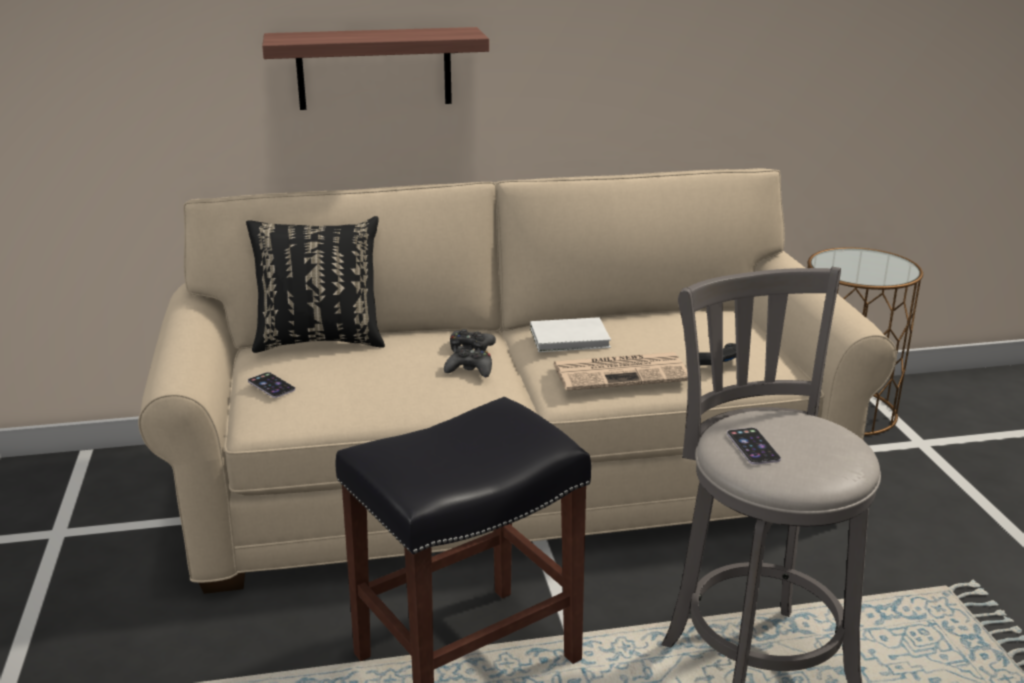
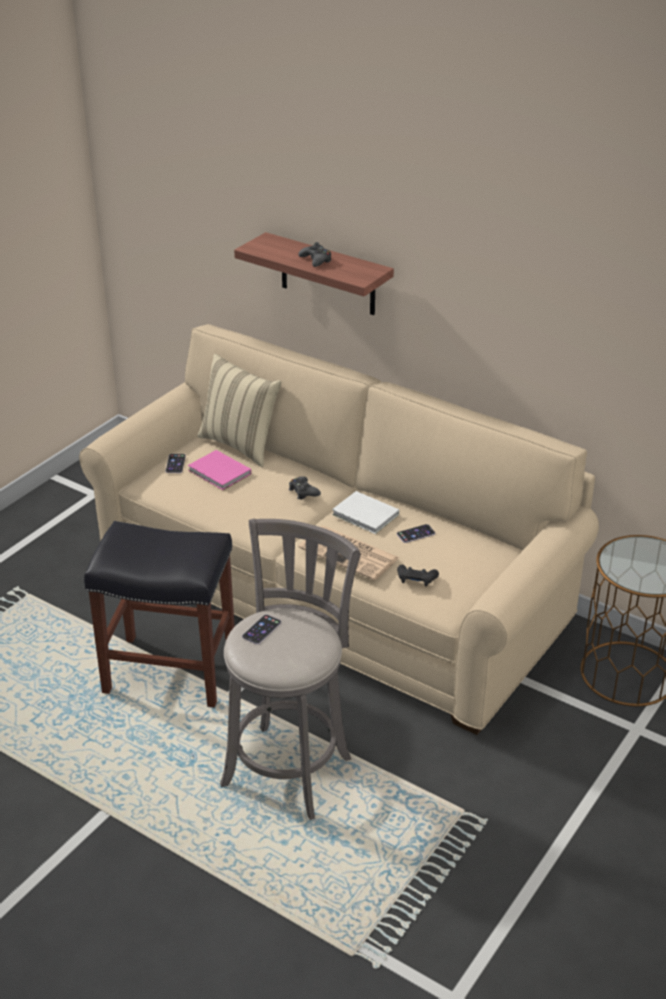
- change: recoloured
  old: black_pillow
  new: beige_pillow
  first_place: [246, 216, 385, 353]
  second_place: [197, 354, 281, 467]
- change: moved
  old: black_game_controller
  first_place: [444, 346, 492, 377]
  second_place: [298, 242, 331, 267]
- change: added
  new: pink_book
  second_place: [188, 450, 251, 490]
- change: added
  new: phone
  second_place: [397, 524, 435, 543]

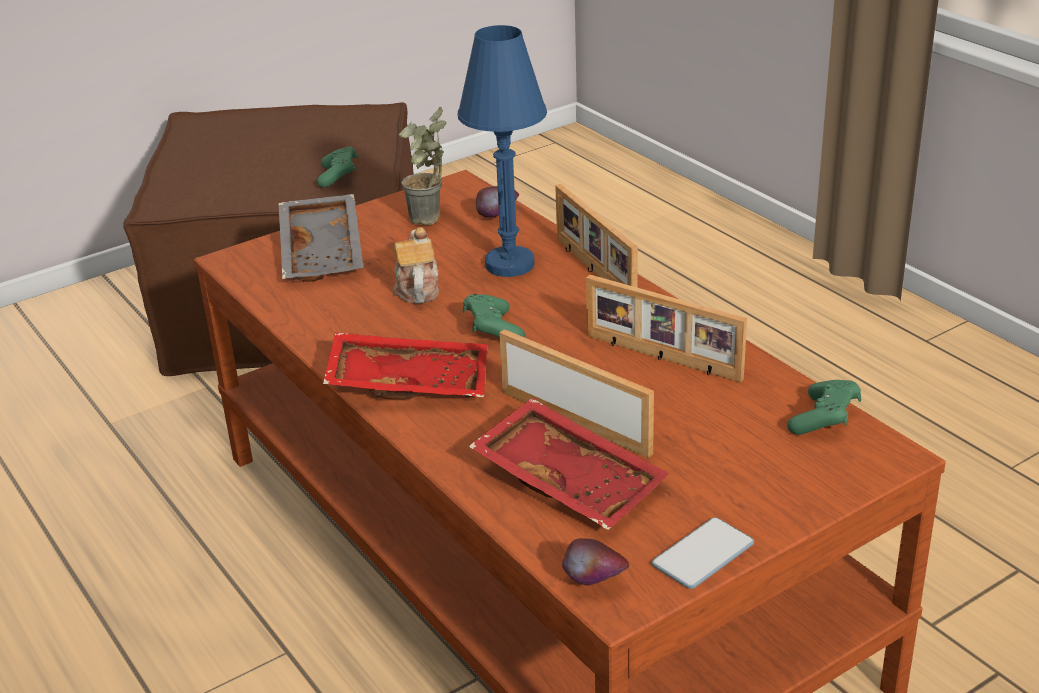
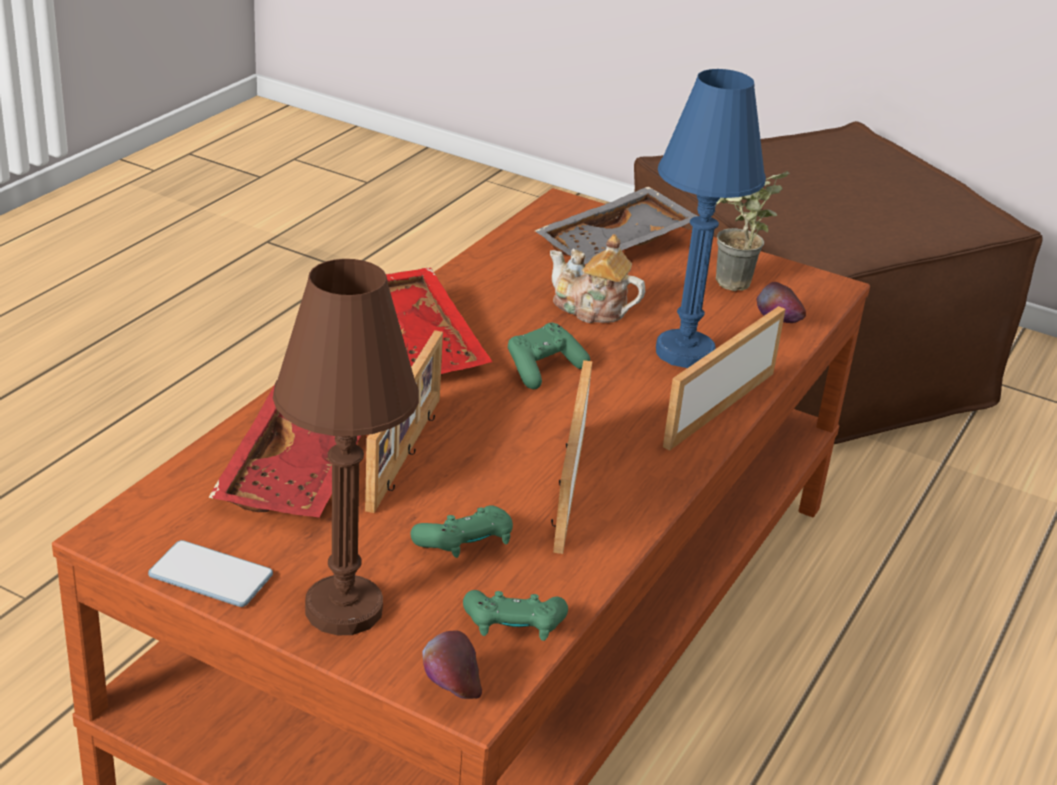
- change: moved
  old: green_game_controller
  first_place: [317, 147, 358, 188]
  second_place: [410, 505, 513, 558]
- change: turned
  old: teapot
  first_place: [393, 227, 439, 303]
  second_place: [550, 234, 645, 323]
  degrees: -120
- change: moved
  old: apple
  first_place: [562, 538, 629, 586]
  second_place: [422, 630, 482, 699]
- change: added
  new: brown_table_lamp
  second_place: [273, 259, 419, 635]

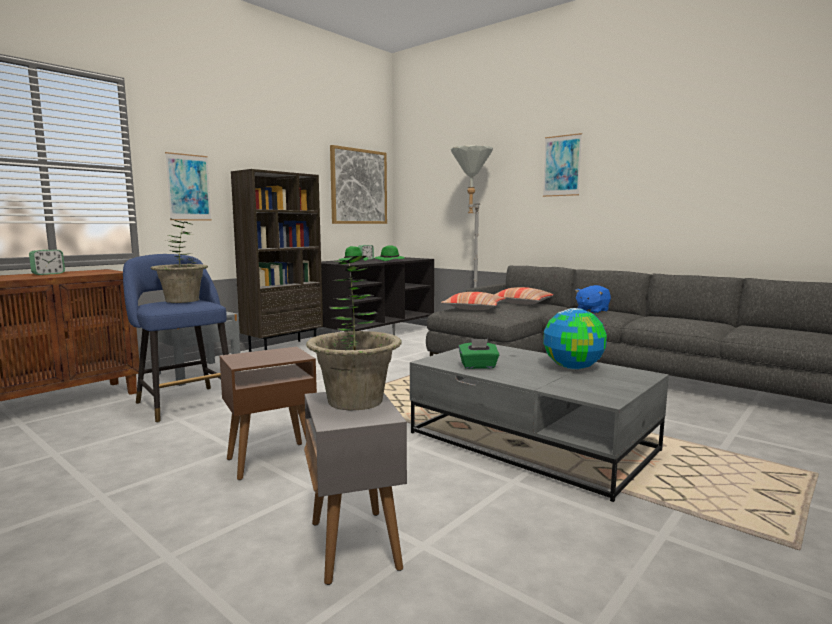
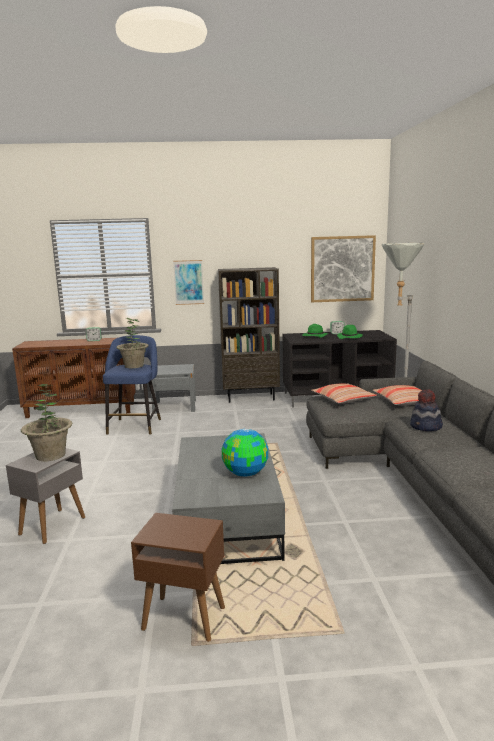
- change: moved
  old: brown_side_table
  first_place: [219, 347, 317, 480]
  second_place: [131, 513, 225, 642]
- change: removed
  old: green_tissue_box
  first_place: [458, 339, 499, 369]
- change: removed
  old: picture
  first_place: [543, 133, 582, 197]
- change: replaced
  old: blue_plush_toy
  new: hat
  first_place: [575, 285, 611, 314]
  second_place: [410, 390, 443, 431]

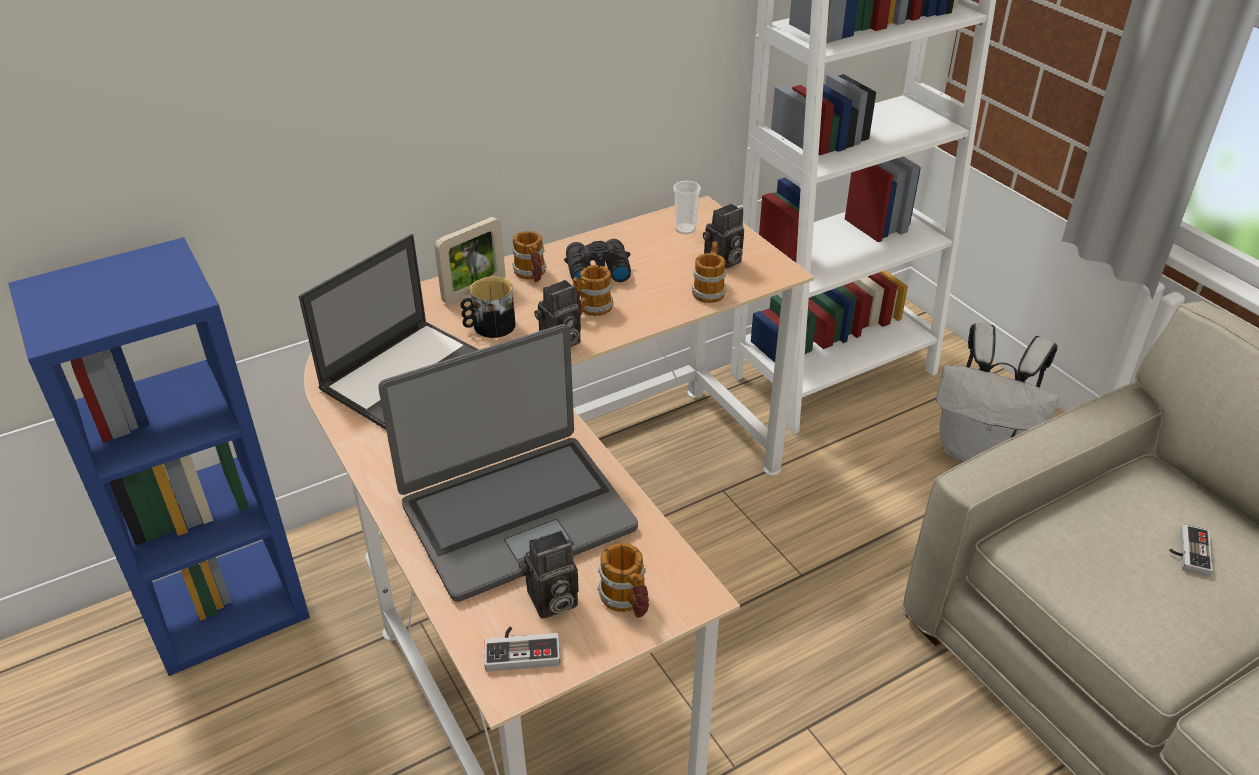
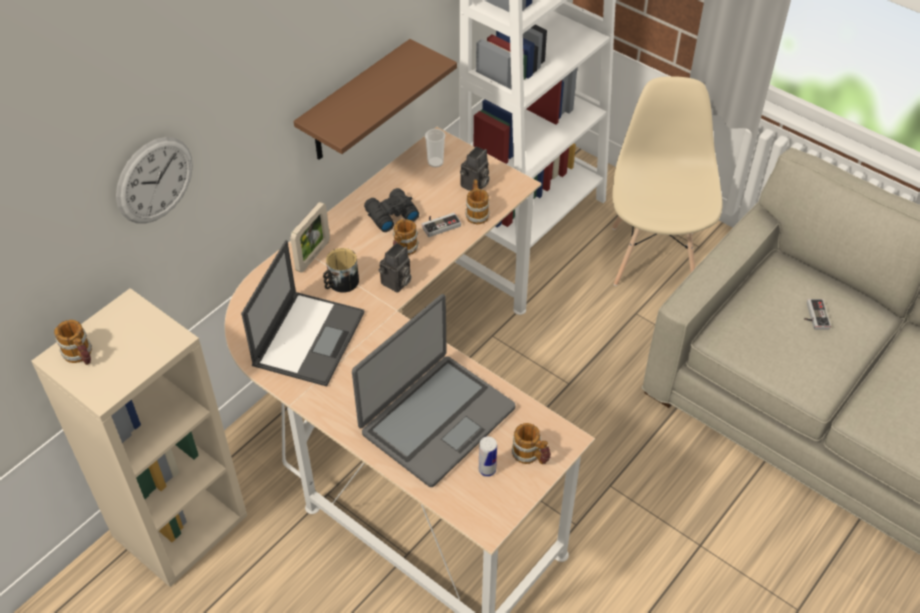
- change: recoloured
  old: blue_bookcase
  new: beige_bookcase
  first_place: [8, 237, 310, 676]
  second_place: [32, 288, 247, 587]
- change: moved
  old: game_controller
  first_place: [484, 627, 560, 672]
  second_place: [422, 212, 461, 237]
- change: moved
  old: mug
  first_place: [512, 231, 547, 282]
  second_place: [54, 320, 92, 365]
- change: replaced
  old: photo_camera
  new: can
  first_place: [519, 530, 579, 619]
  second_place: [479, 436, 497, 477]
- change: replaced
  old: white_backpack
  new: beige_chair
  first_place: [936, 323, 1059, 462]
  second_place: [612, 76, 723, 286]
- change: added
  new: wall_clock
  second_place: [116, 137, 193, 223]
- change: added
  new: brown_shelf
  second_place: [294, 39, 457, 160]

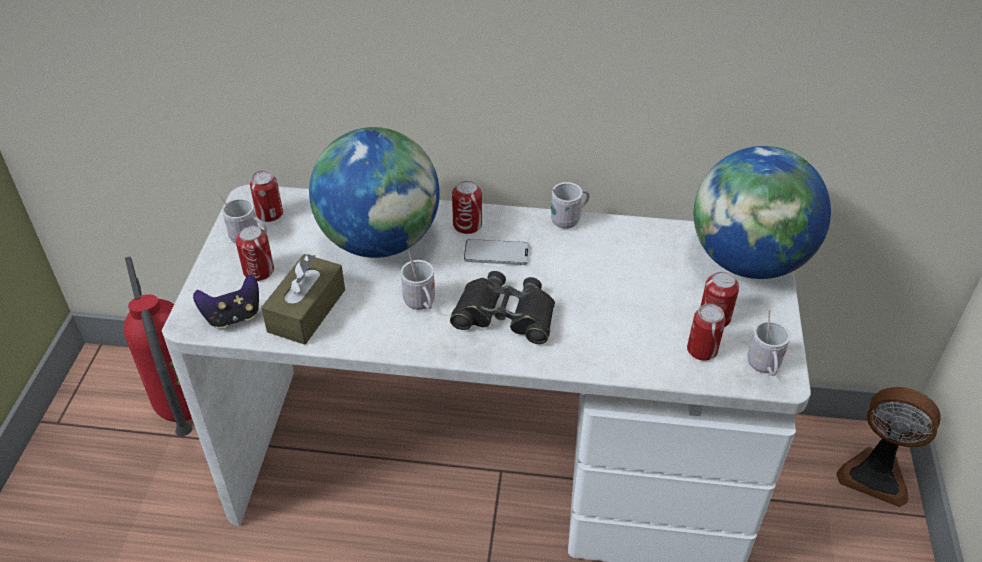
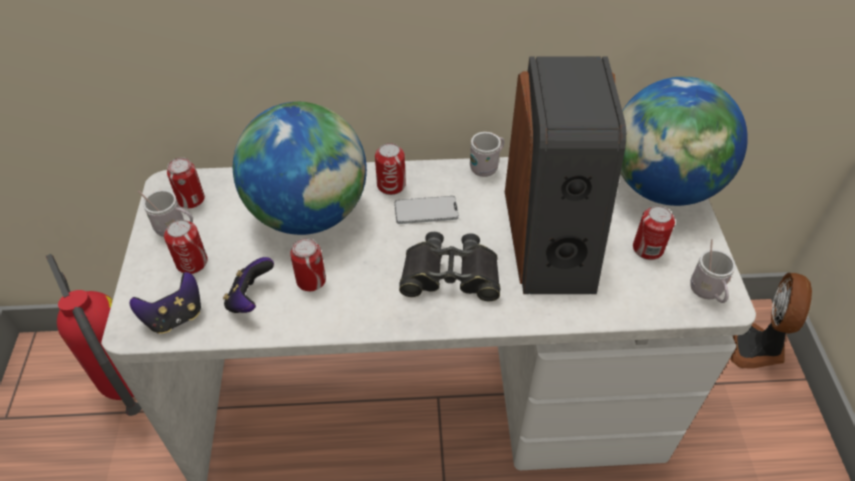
- change: replaced
  old: brown_tissue_box
  new: game_controller
  first_place: [261, 254, 345, 345]
  second_place: [223, 257, 274, 313]
- change: removed
  old: white_mug
  first_place: [401, 251, 435, 310]
- change: moved
  old: can
  first_place: [687, 304, 725, 361]
  second_place: [290, 238, 326, 291]
- change: turned
  old: fan
  first_place: [836, 387, 941, 507]
  second_place: [731, 273, 812, 369]
  degrees: 90
- change: added
  new: speaker
  second_place: [505, 56, 626, 294]

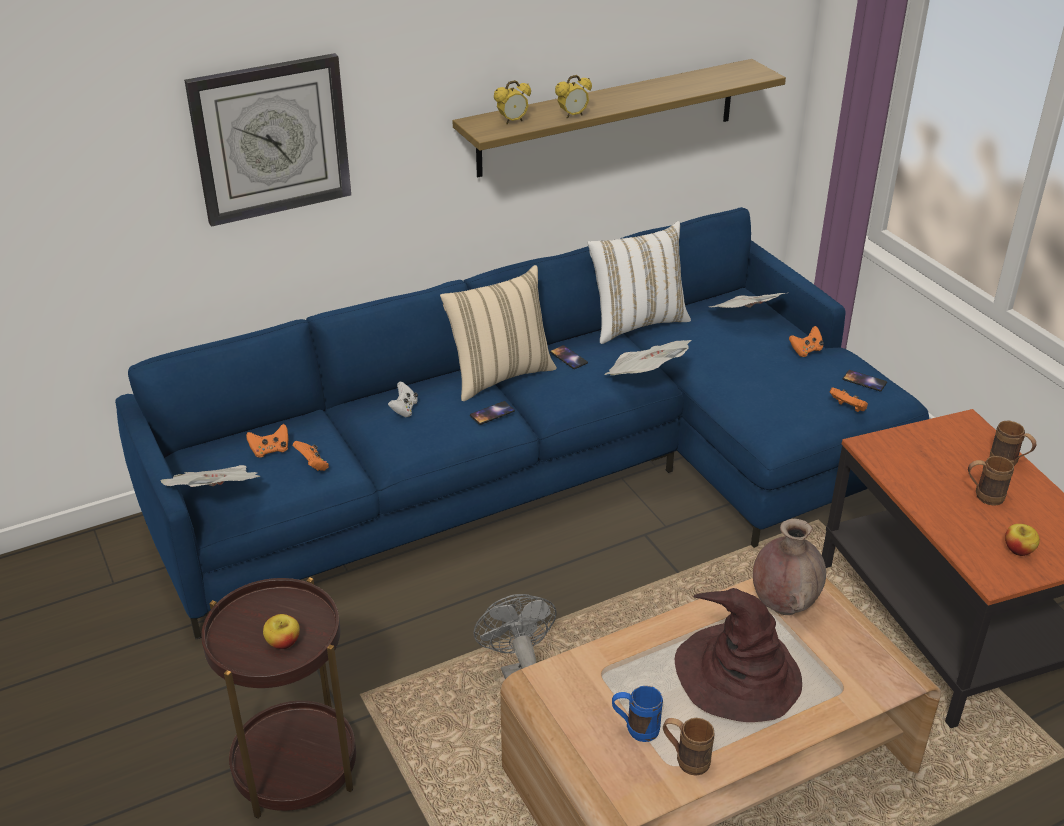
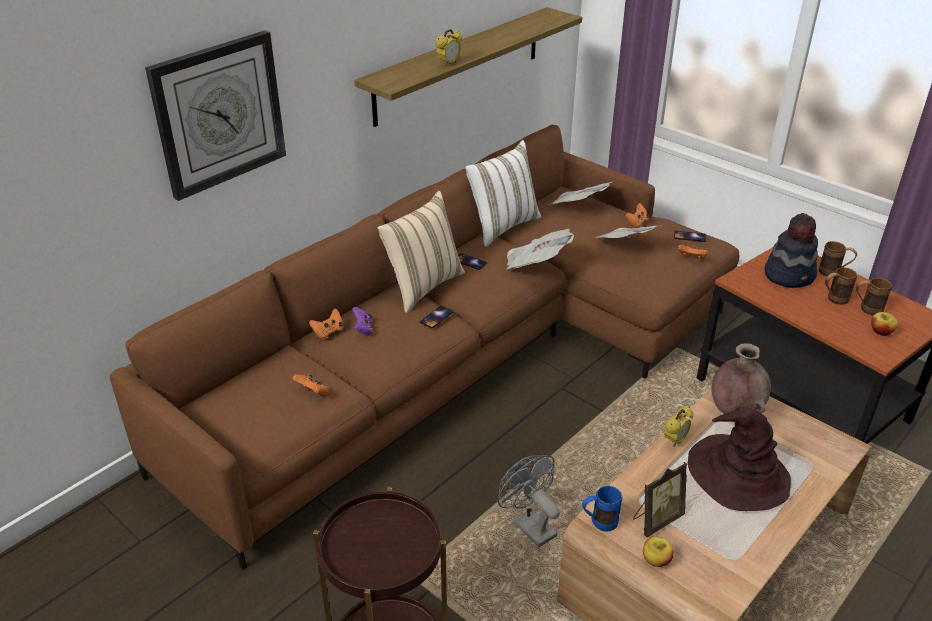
- change: recoloured
  old: blue_sofa
  new: brown_sofa
  first_place: [115, 207, 929, 639]
  second_place: [110, 125, 739, 570]
- change: moved
  old: newspaper
  first_place: [161, 465, 261, 487]
  second_place: [596, 226, 657, 238]
- change: moved
  old: orange_game_controller
  first_place: [246, 424, 288, 458]
  second_place: [309, 309, 343, 339]
- change: moved
  old: apple
  first_place: [263, 614, 300, 649]
  second_place: [643, 537, 674, 567]
- change: recoloured
  old: white_game_controller
  new: purple_game_controller
  first_place: [388, 382, 418, 417]
  second_place: [352, 307, 373, 336]
- change: moved
  old: alarm_clock
  first_place: [494, 80, 531, 124]
  second_place: [664, 407, 694, 447]
- change: moved
  old: blue_mug
  first_place: [612, 686, 663, 742]
  second_place: [582, 486, 622, 532]
- change: moved
  old: brown_mug
  first_place: [663, 718, 715, 776]
  second_place: [856, 278, 892, 315]
- change: added
  new: picture_frame
  second_place: [633, 462, 687, 537]
- change: added
  new: hat
  second_place: [764, 213, 818, 288]

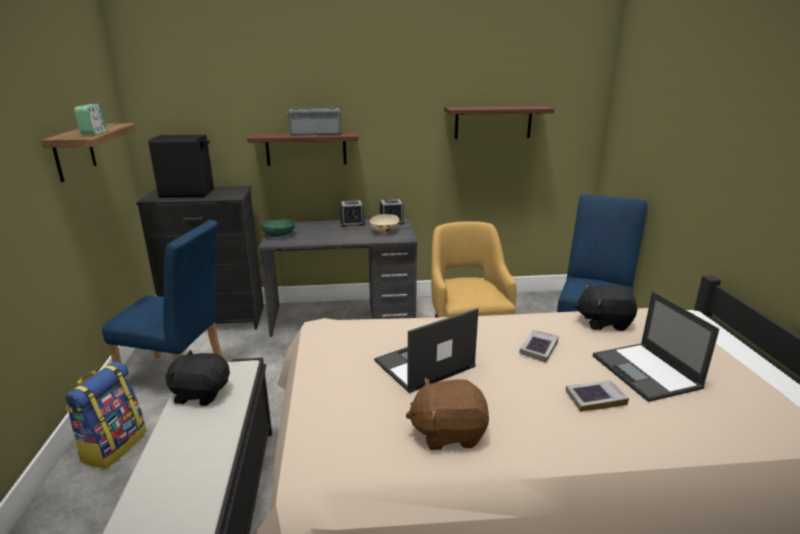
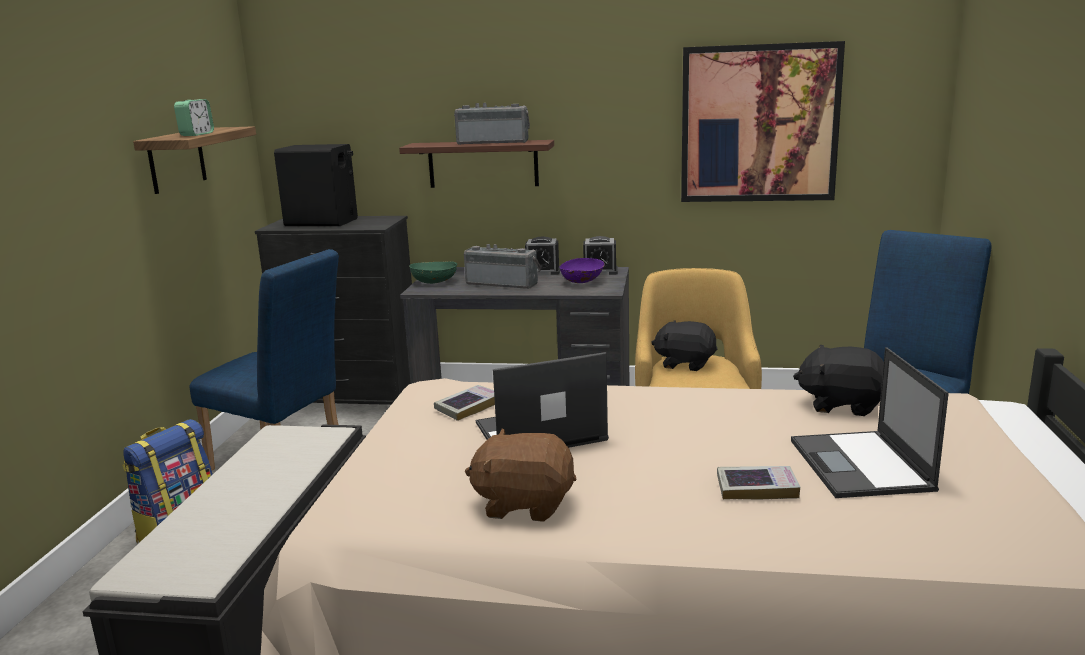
- change: moved
  old: black_plush_toy
  first_place: [165, 350, 230, 406]
  second_place: [651, 320, 717, 371]
- change: recoloured
  old: beige_bowl
  new: purple_bowl
  first_place: [370, 214, 399, 233]
  second_place: [560, 258, 605, 283]
- change: replaced
  old: shelf
  new: picture
  first_place: [444, 106, 554, 139]
  second_place: [681, 41, 845, 202]
- change: moved
  old: book
  first_place: [519, 330, 559, 363]
  second_place: [434, 385, 495, 421]
- change: added
  new: radio
  second_place: [464, 244, 541, 289]

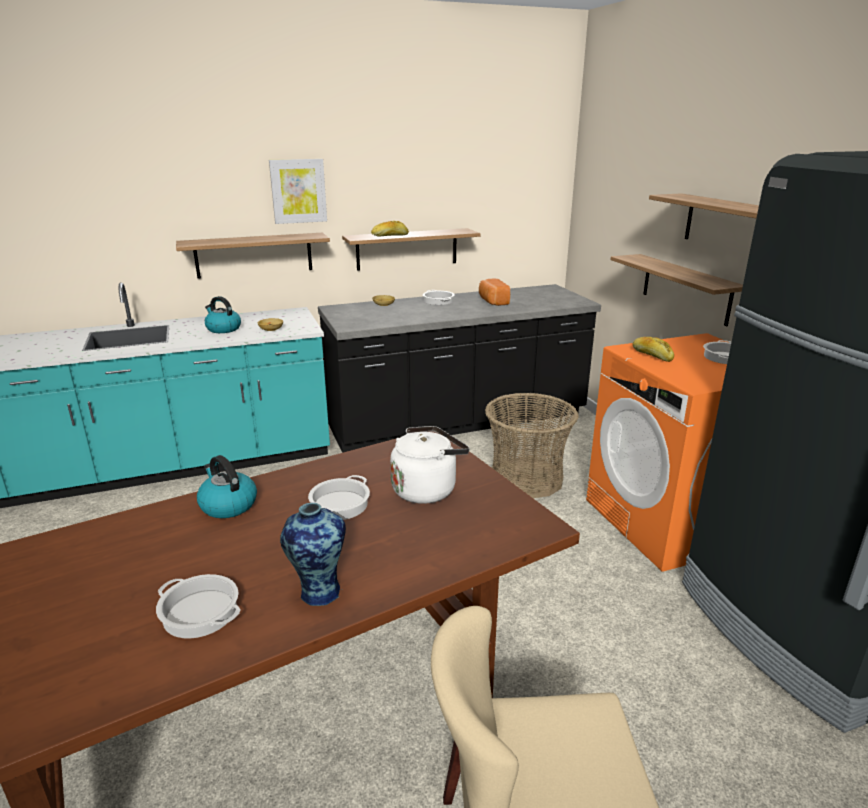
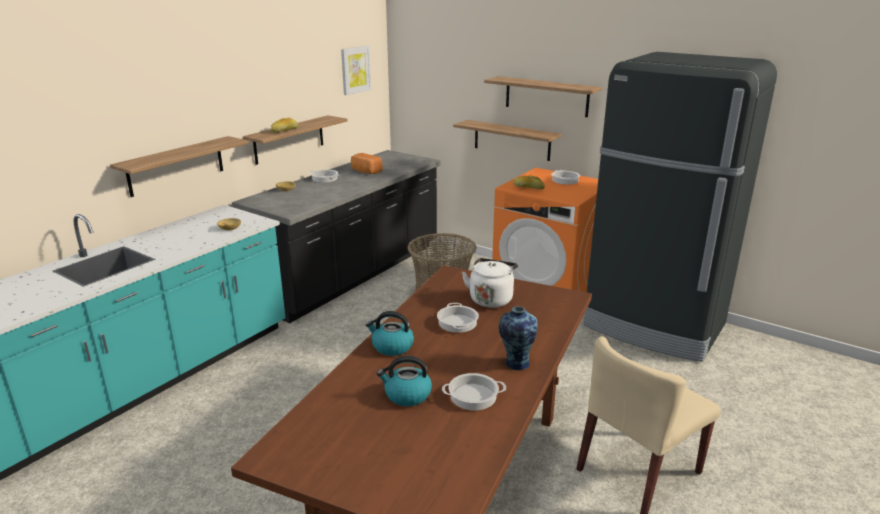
- change: moved
  old: kettle
  first_place: [205, 296, 241, 333]
  second_place: [377, 356, 432, 406]
- change: moved
  old: picture
  first_place: [269, 159, 327, 224]
  second_place: [341, 46, 371, 95]

